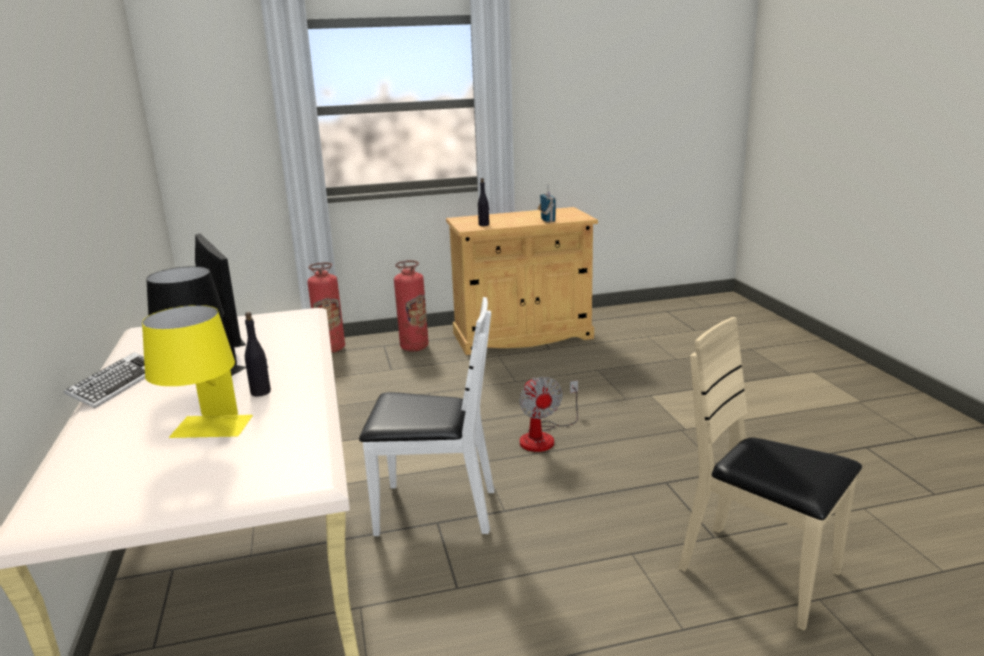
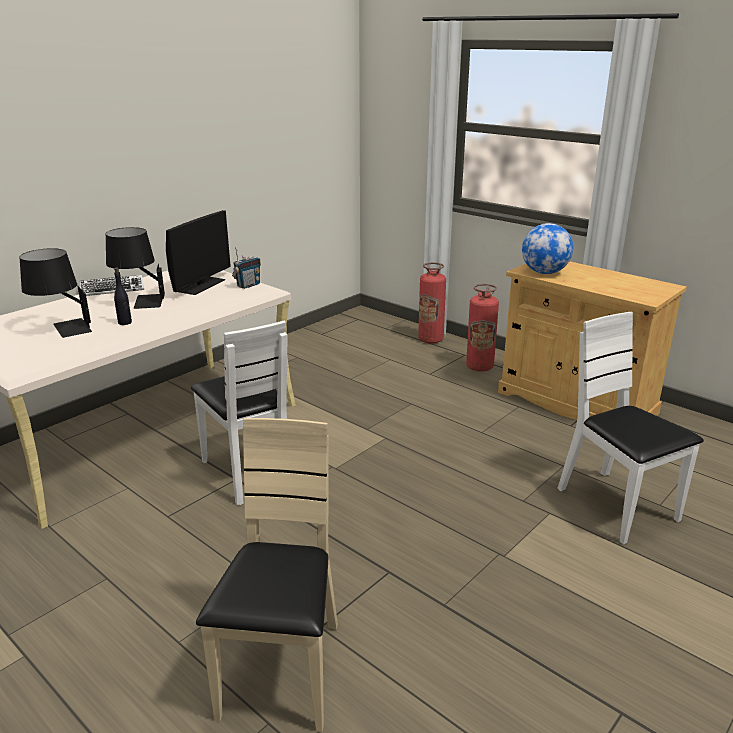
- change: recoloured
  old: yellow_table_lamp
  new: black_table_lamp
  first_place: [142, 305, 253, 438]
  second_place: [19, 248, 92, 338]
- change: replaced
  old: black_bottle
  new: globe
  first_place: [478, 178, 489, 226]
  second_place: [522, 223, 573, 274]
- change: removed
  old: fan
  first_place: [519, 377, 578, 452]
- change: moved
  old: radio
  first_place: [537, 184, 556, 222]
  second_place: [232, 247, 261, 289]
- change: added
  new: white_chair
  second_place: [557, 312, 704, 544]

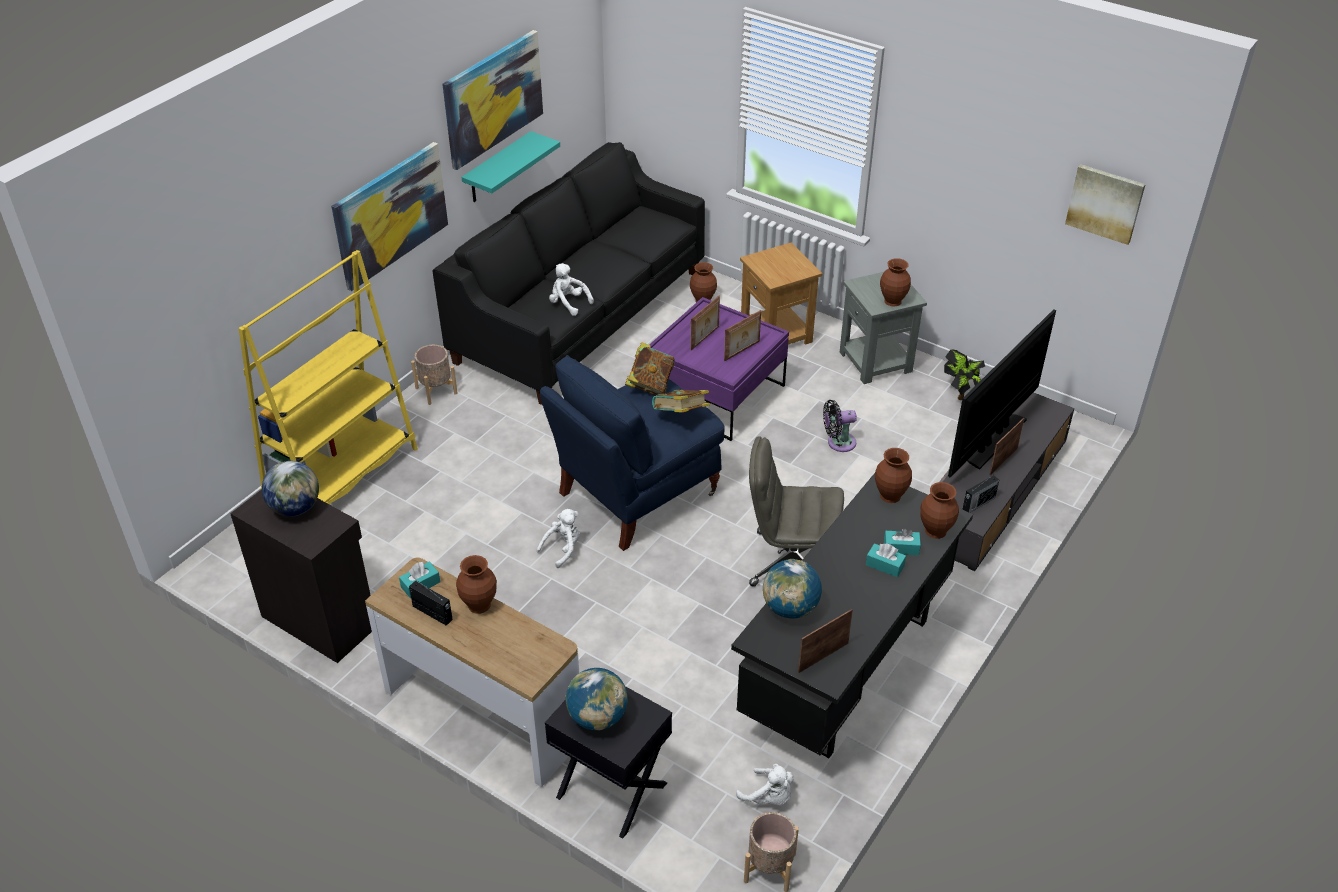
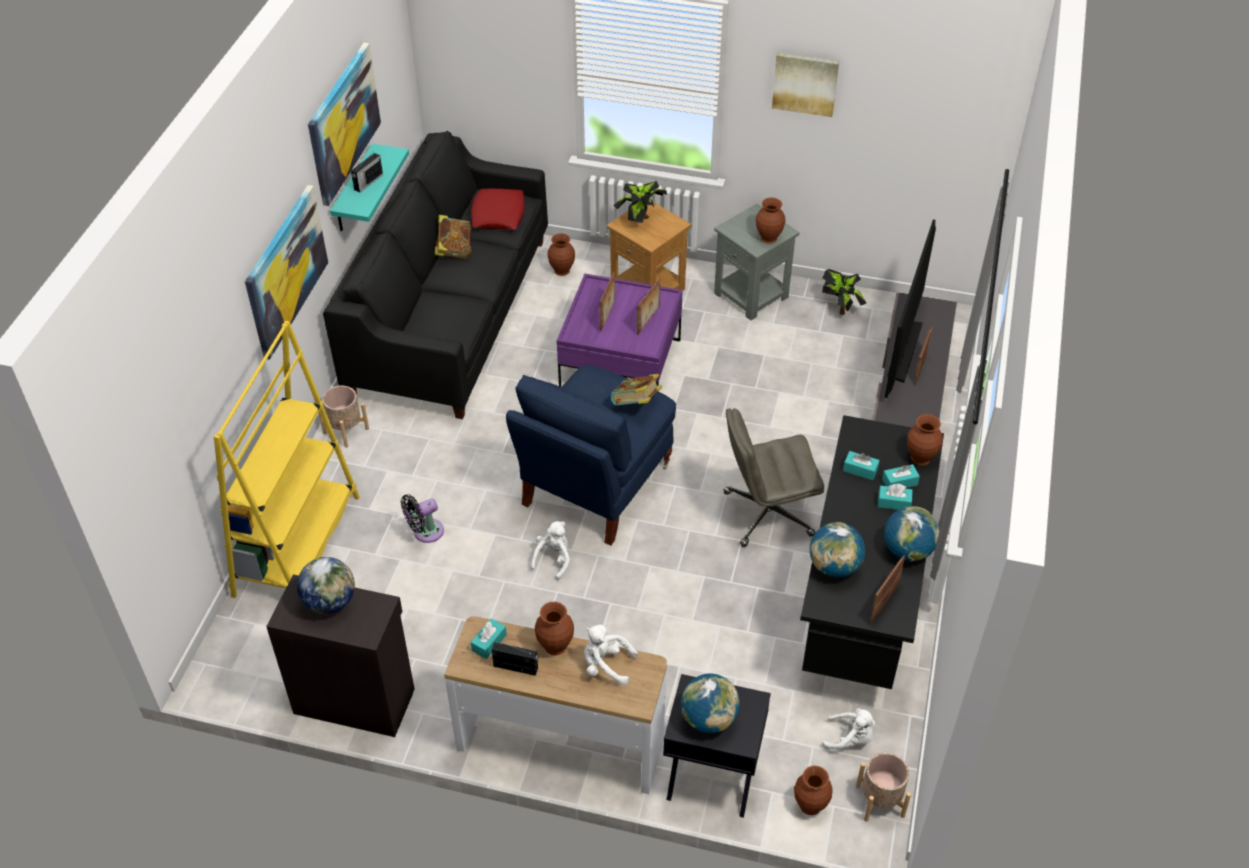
- change: moved
  old: white_plush_toy
  first_place: [549, 263, 594, 316]
  second_place: [584, 625, 638, 686]
- change: moved
  old: book
  first_place: [625, 342, 675, 395]
  second_place: [435, 215, 471, 259]
- change: moved
  old: black_fan
  first_place: [823, 400, 857, 452]
  second_place: [401, 494, 444, 543]
- change: moved
  old: brown_vase
  first_place: [875, 448, 912, 503]
  second_place: [794, 765, 833, 815]
- change: moved
  old: radio
  first_place: [963, 475, 999, 513]
  second_place: [351, 153, 383, 193]
- change: moved
  old: picture
  first_place: [1065, 164, 1146, 245]
  second_place: [772, 53, 839, 117]
- change: added
  new: red_pillow
  second_place: [471, 189, 525, 230]
- change: added
  new: potted_plant
  second_place: [613, 181, 667, 223]
- change: added
  new: turquoise_tissue_box
  second_place: [843, 451, 880, 480]
- change: added
  new: globe
  second_place: [884, 506, 939, 561]

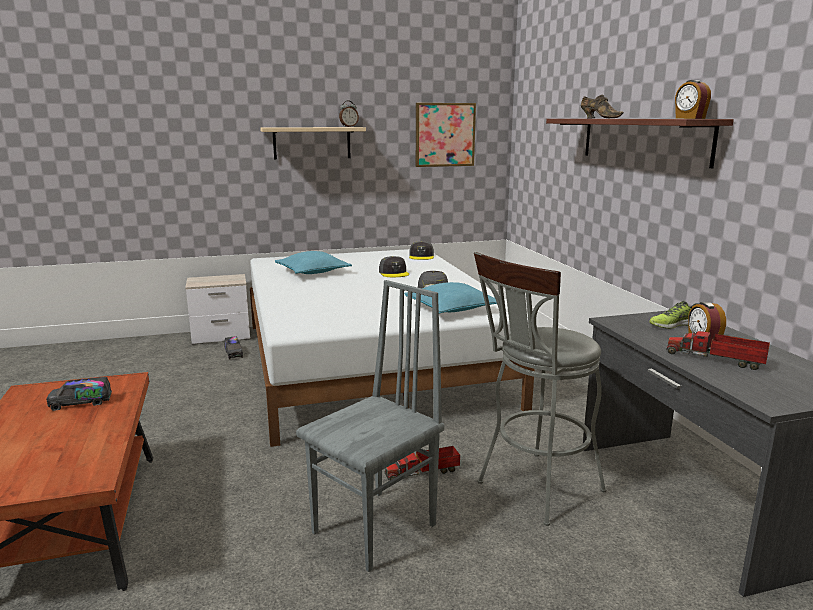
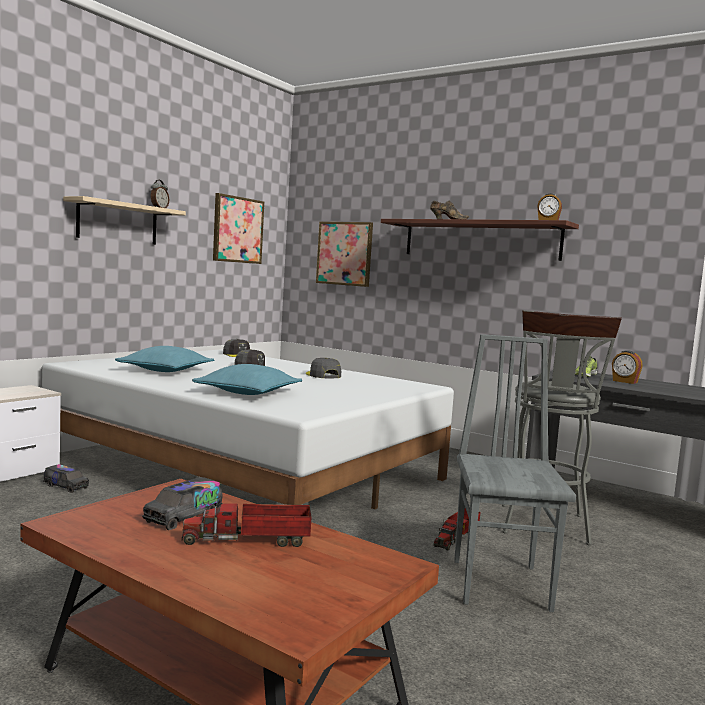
- change: moved
  old: turquoise_pillow
  first_place: [404, 282, 497, 314]
  second_place: [192, 364, 302, 395]
- change: moved
  old: toy_truck
  first_place: [666, 327, 770, 370]
  second_place: [182, 497, 312, 547]
- change: added
  new: picture
  second_place: [316, 222, 373, 287]

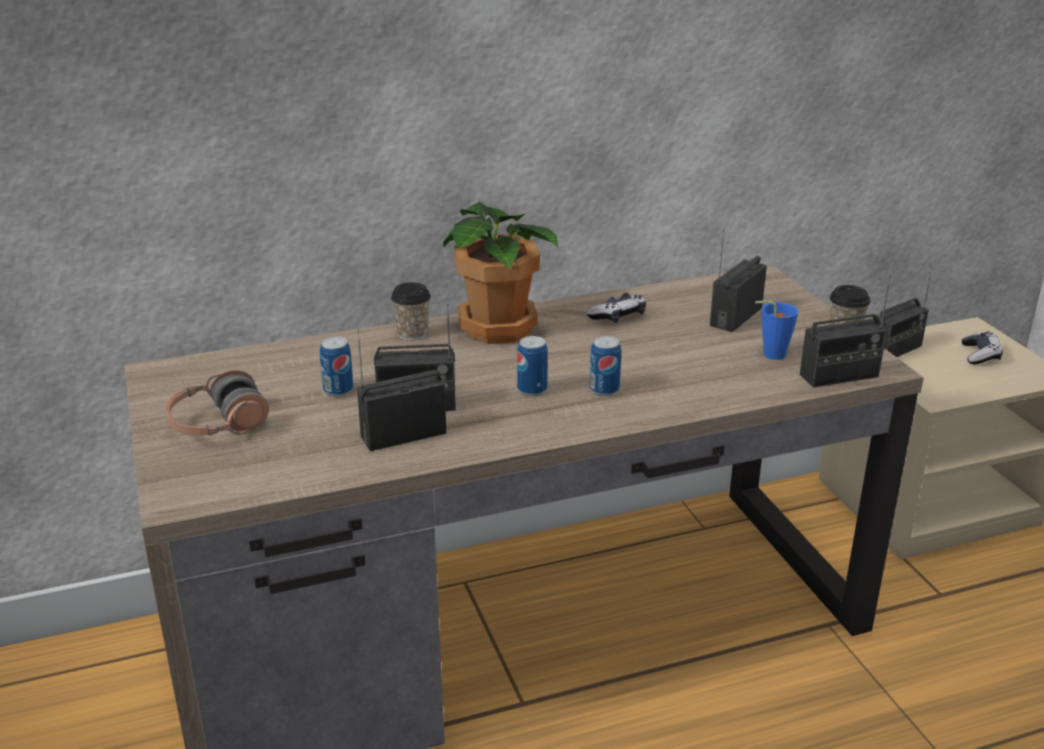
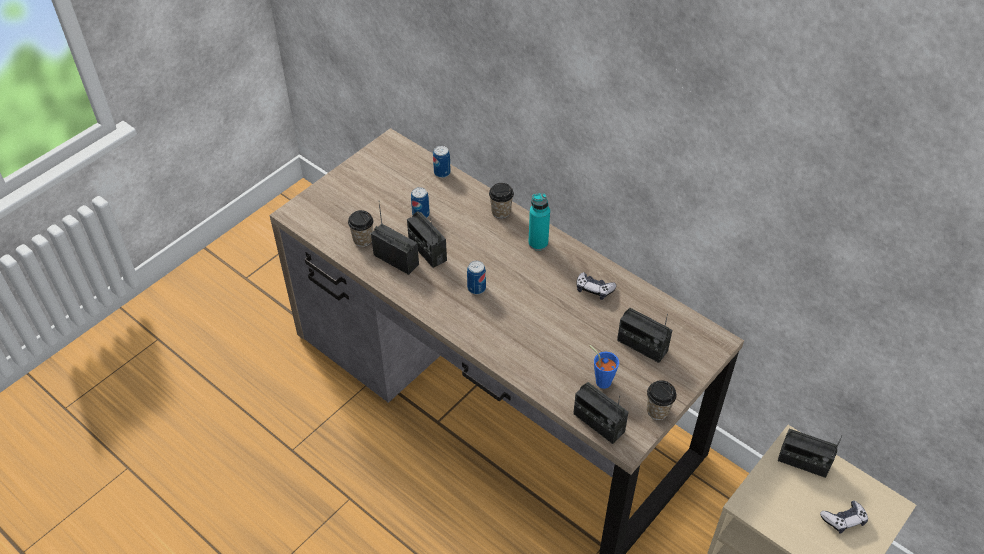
- change: removed
  old: headphones
  first_place: [164, 370, 269, 436]
- change: replaced
  old: potted_plant
  new: turquoise_bottle
  first_place: [443, 202, 559, 344]
  second_place: [528, 193, 550, 251]
- change: moved
  old: can
  first_place: [590, 336, 621, 396]
  second_place: [433, 146, 451, 178]
- change: turned
  old: radio
  first_place: [710, 230, 767, 332]
  second_place: [617, 308, 672, 363]
  degrees: -150
- change: added
  new: cup
  second_place: [348, 210, 373, 247]

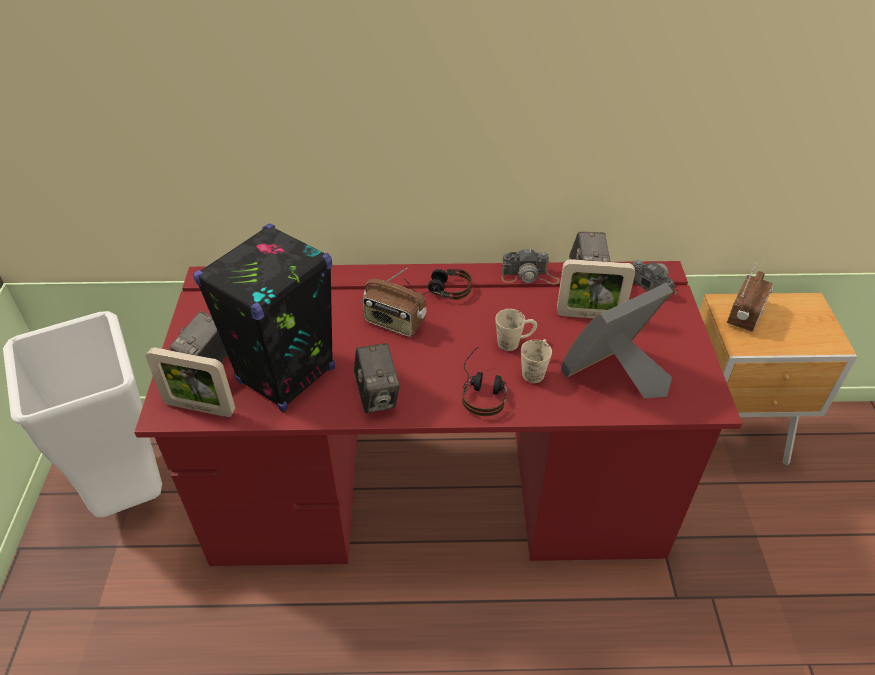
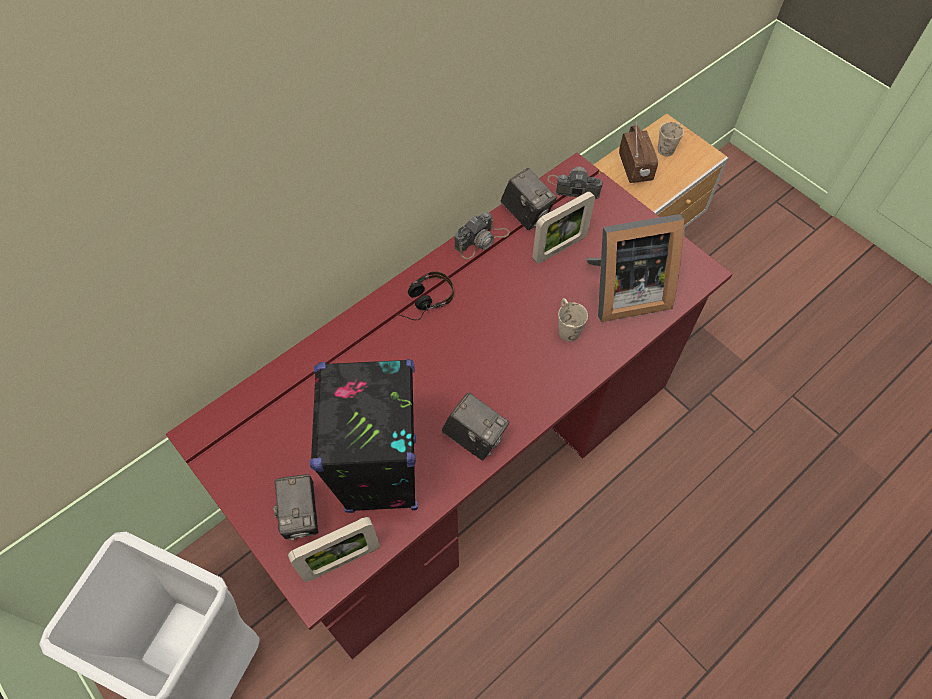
- change: removed
  old: radio
  first_place: [362, 268, 427, 337]
- change: removed
  old: headphones
  first_place: [462, 347, 507, 416]
- change: moved
  old: beige_mug
  first_place: [495, 309, 537, 351]
  second_place: [658, 122, 684, 156]
- change: turned
  old: picture_frame
  first_place: [560, 283, 673, 398]
  second_place: [586, 214, 684, 322]
  degrees: -120

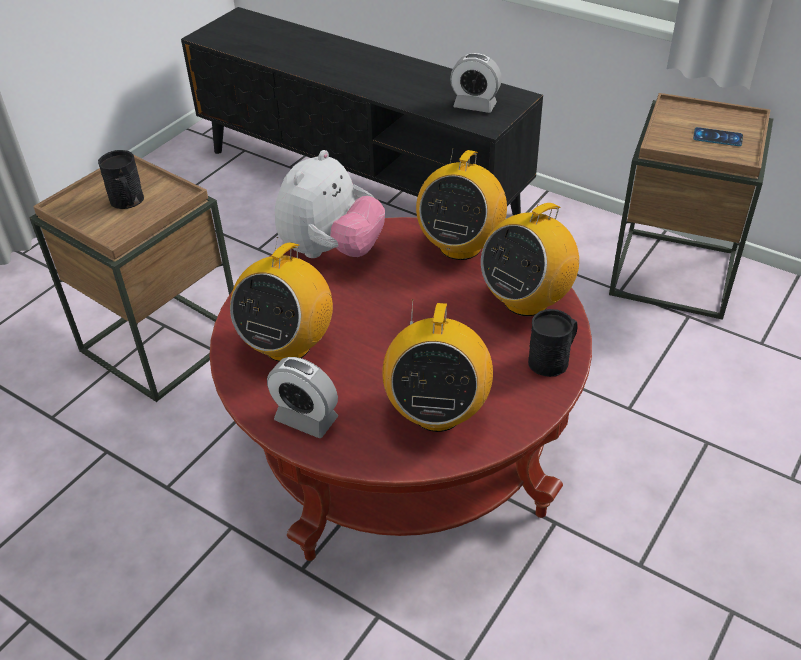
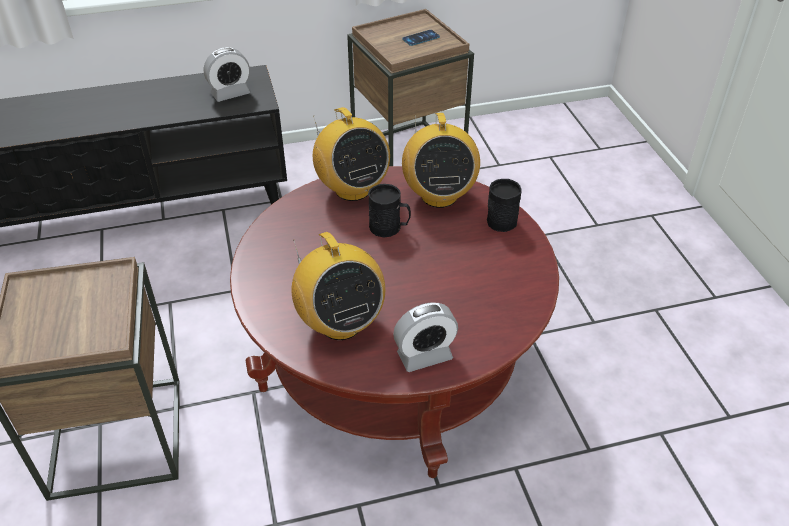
- change: moved
  old: black_mug
  first_place: [98, 150, 144, 209]
  second_place: [368, 184, 411, 237]
- change: removed
  old: plush_toy
  first_place: [275, 150, 385, 258]
- change: removed
  old: radio
  first_place: [382, 299, 493, 432]

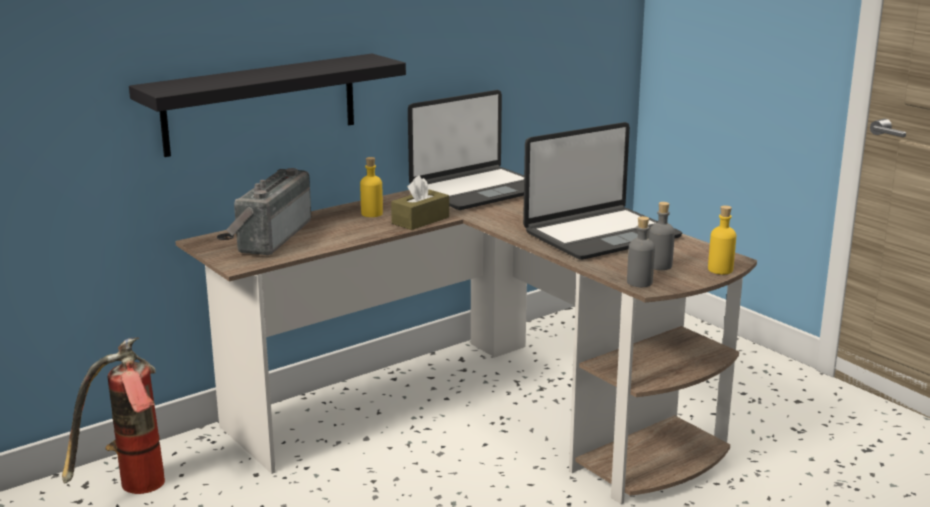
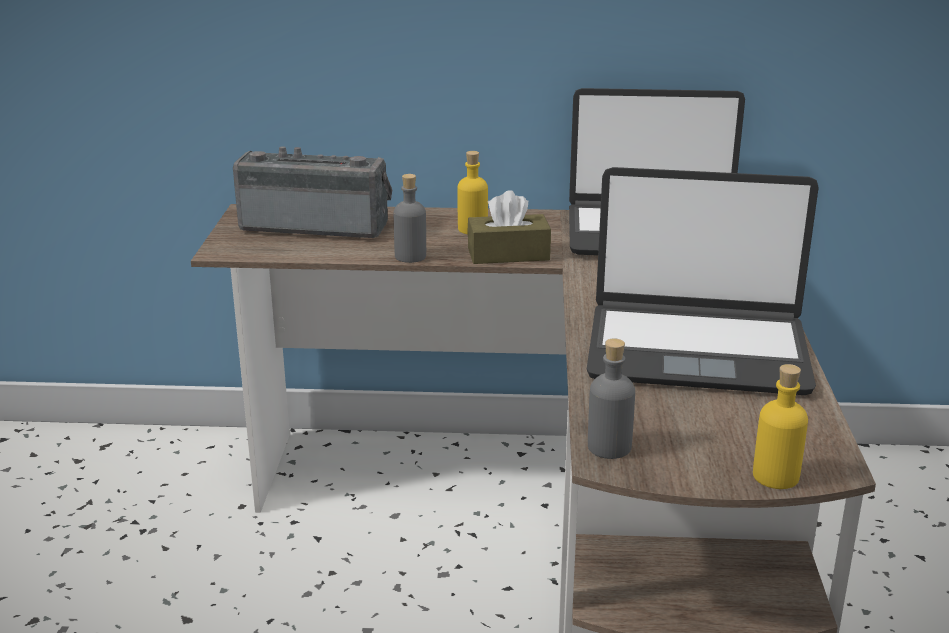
- change: removed
  old: fire_extinguisher
  first_place: [62, 337, 165, 494]
- change: removed
  old: black_shelf
  first_place: [129, 54, 406, 157]
- change: turned
  old: radio
  first_place: [226, 168, 311, 255]
  second_place: [233, 146, 392, 238]
  degrees: 45
- change: moved
  old: grey_bottle
  first_place: [649, 202, 675, 270]
  second_place: [394, 174, 426, 263]

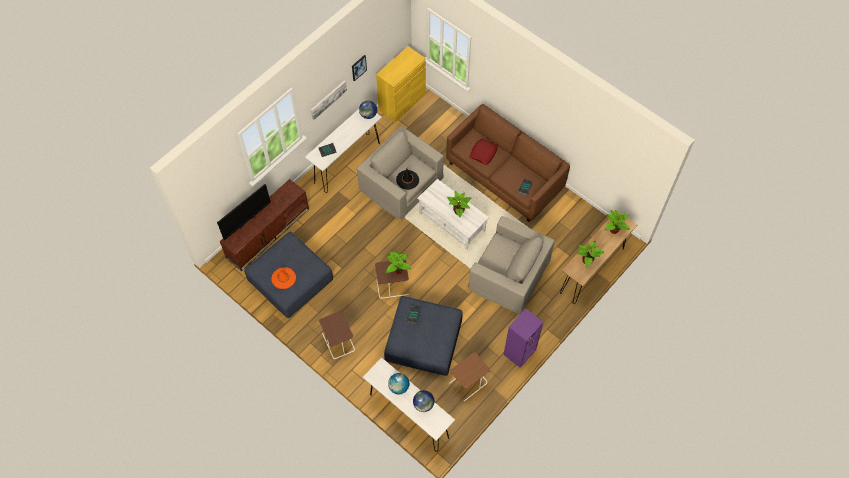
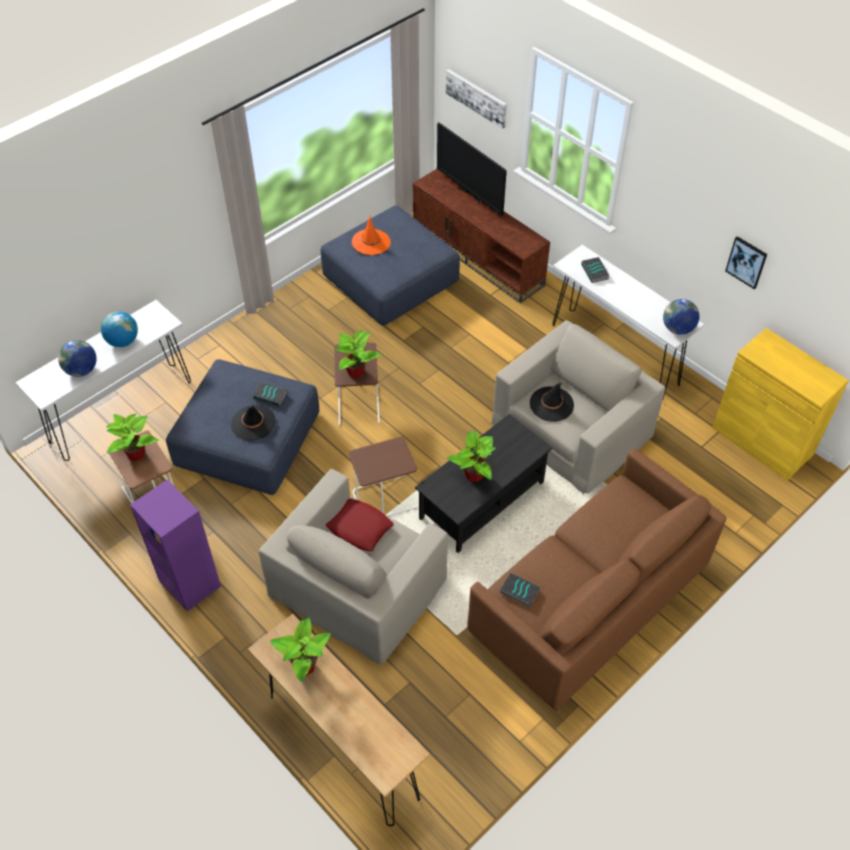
- change: moved
  old: picture
  first_place: [311, 80, 347, 120]
  second_place: [446, 69, 507, 129]
- change: moved
  old: brown_side_table
  first_place: [319, 311, 355, 359]
  second_place: [348, 437, 418, 516]
- change: recoloured
  old: white_coffee_table
  new: black_coffee_table
  first_place: [417, 179, 489, 250]
  second_place: [415, 414, 552, 553]
- change: moved
  old: red_pillow
  first_place: [470, 138, 498, 165]
  second_place: [326, 499, 394, 552]
- change: moved
  old: potted_plant
  first_place: [604, 210, 630, 234]
  second_place: [106, 414, 158, 461]
- change: added
  new: black_hat
  second_place: [231, 405, 276, 441]

